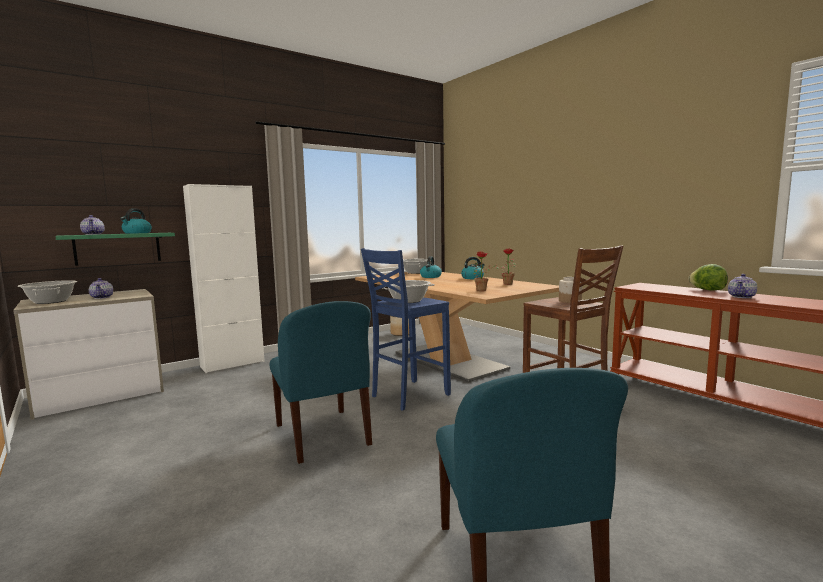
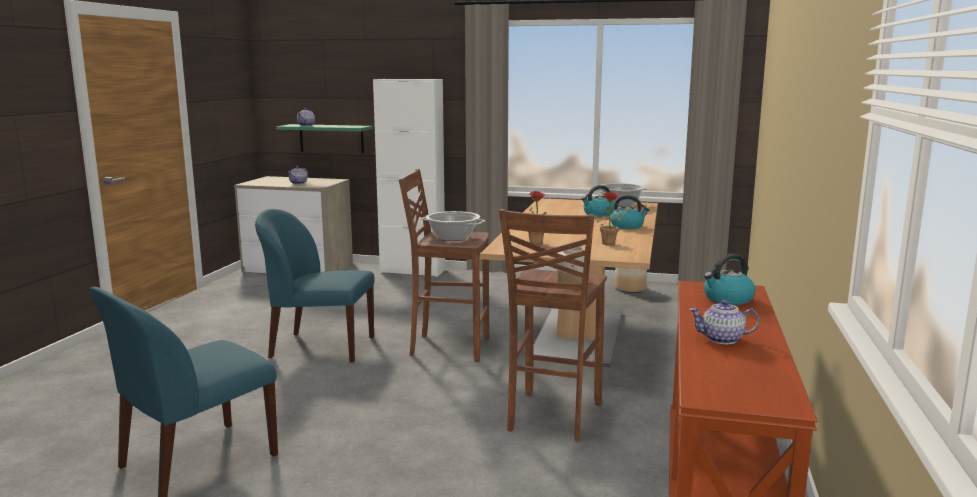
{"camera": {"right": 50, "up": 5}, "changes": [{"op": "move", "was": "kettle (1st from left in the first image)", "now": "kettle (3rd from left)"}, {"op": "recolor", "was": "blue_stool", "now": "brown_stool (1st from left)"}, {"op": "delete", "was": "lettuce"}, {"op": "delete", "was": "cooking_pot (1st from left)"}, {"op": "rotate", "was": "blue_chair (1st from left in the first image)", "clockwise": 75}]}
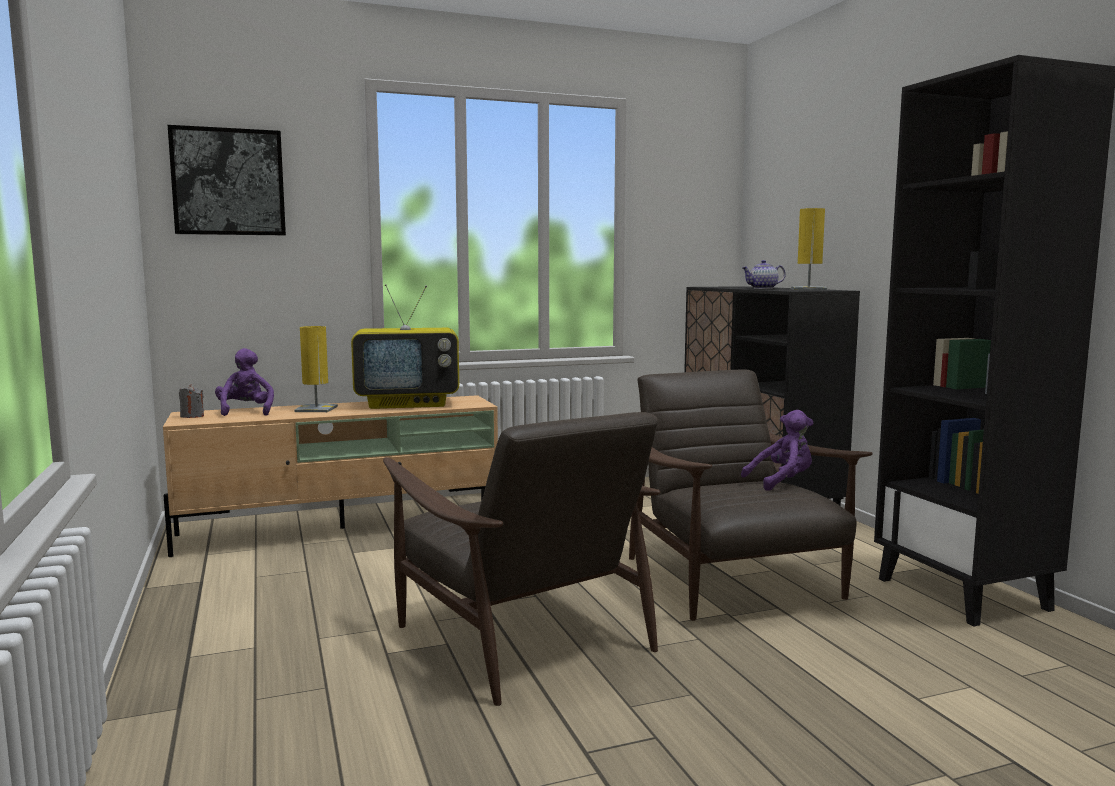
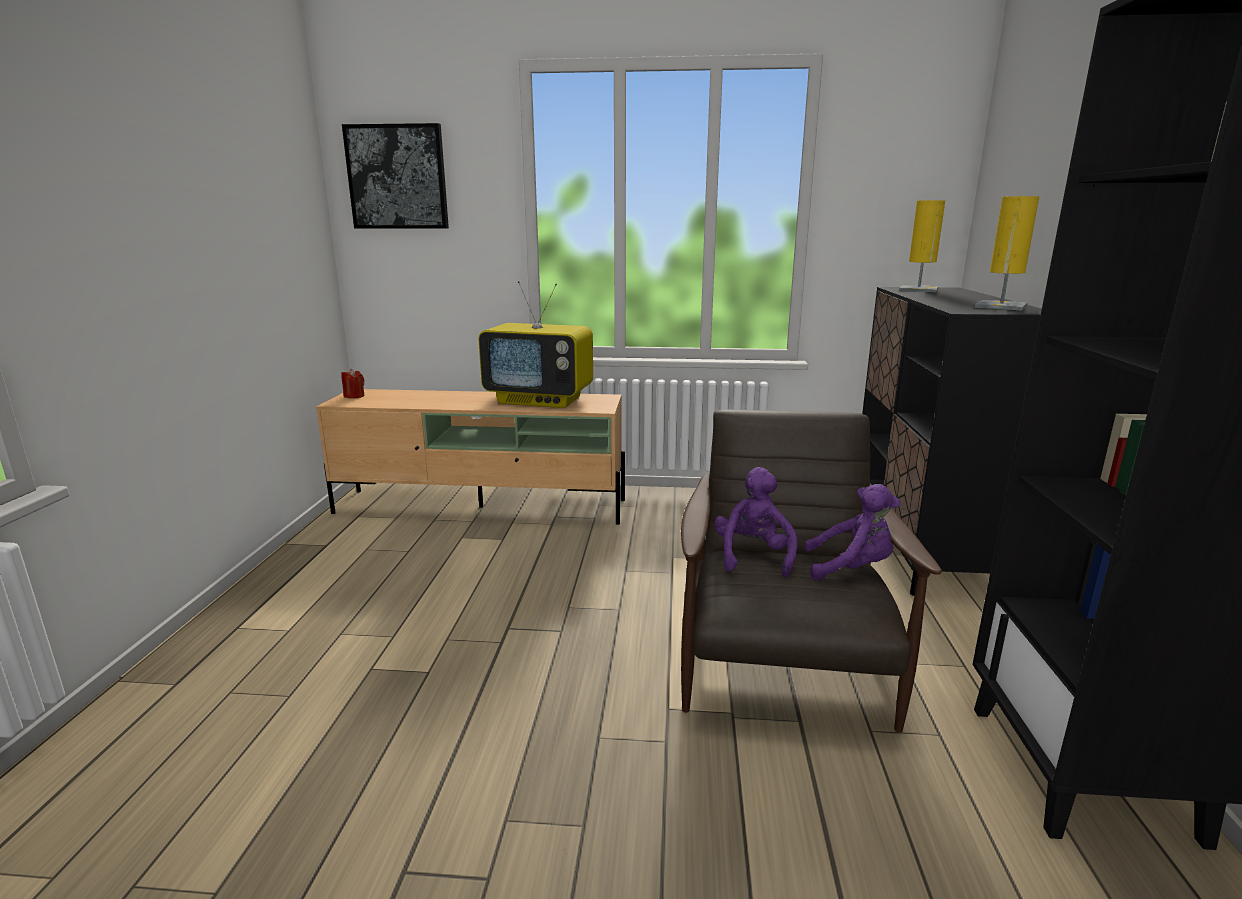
{"camera": {"right": 25, "up": 10}, "changes": [{"op": "delete", "was": "teapot"}, {"op": "move", "was": "yellow_table_lamp (1st from left)"}, {"op": "move", "was": "purple_plush_toy (1st from left)"}, {"op": "recolor", "was": "grey_candle", "now": "red_candle"}, {"op": "delete", "was": "brown_armchair (1st from left)"}]}
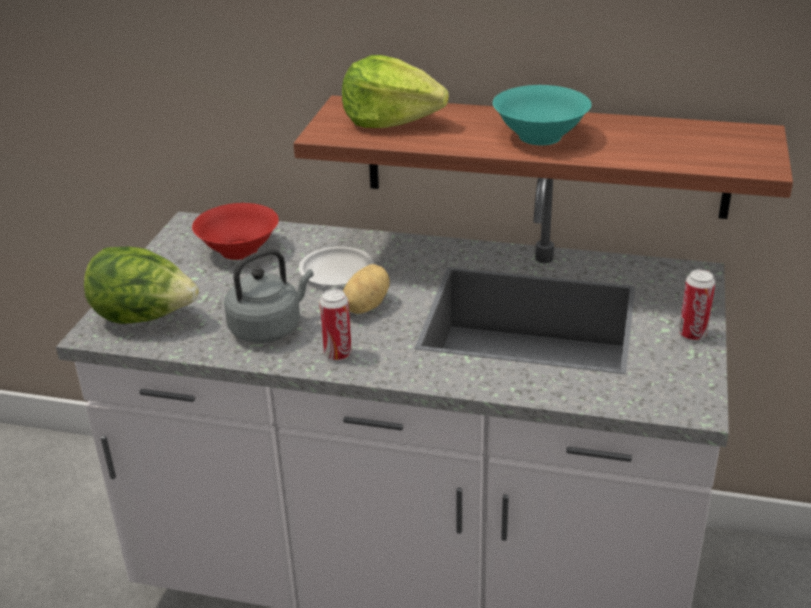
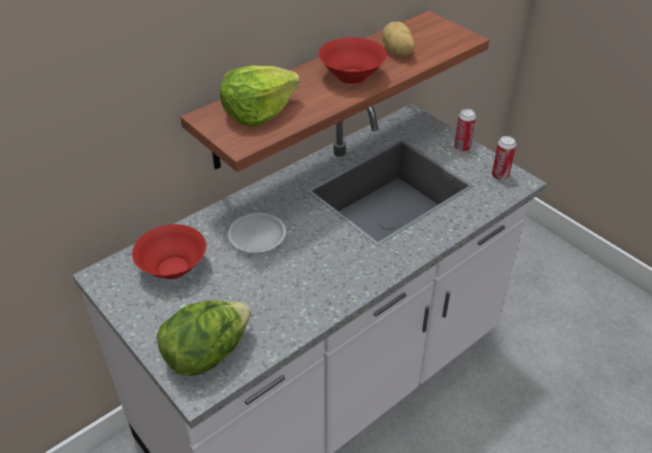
{"camera": {"right": -55, "up": 10}, "changes": [{"op": "recolor", "was": "turquoise_bowl", "now": "red_bowl (2nd from left)"}, {"op": "delete", "was": "grey_kettle"}, {"op": "move", "was": "potato"}, {"op": "move", "was": "can (1st from left in the first image)", "now": "can (2nd from left)"}]}
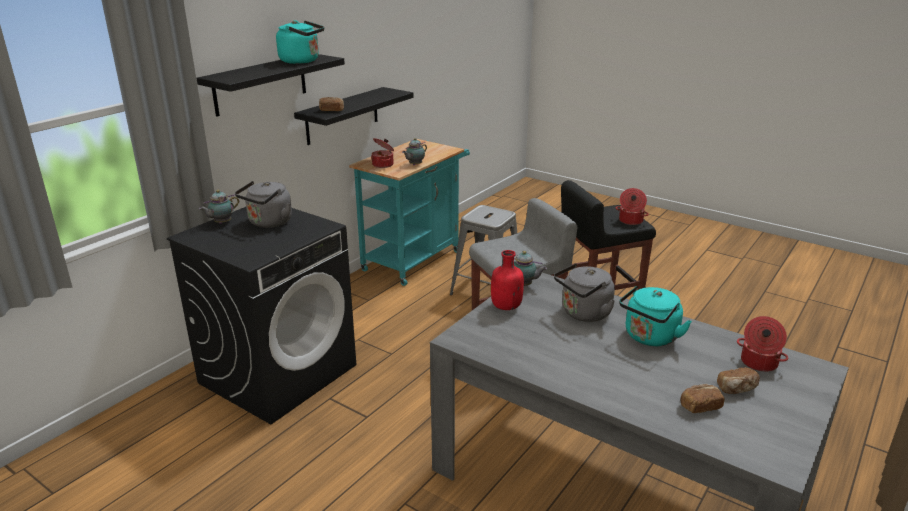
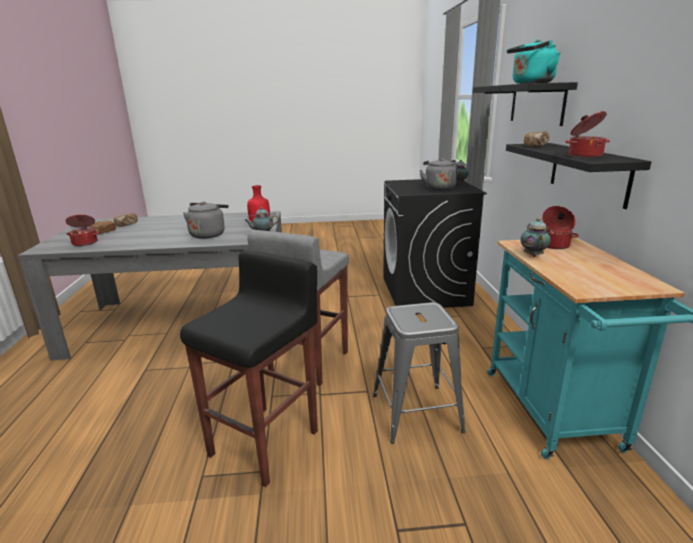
{"camera": {"right": 140, "up": -5}, "changes": [{"op": "move", "was": "cooking_pot (2nd from left in the first image)", "now": "cooking_pot (3rd from left)"}, {"op": "delete", "was": "turquoise_kettle (2nd from left)"}]}
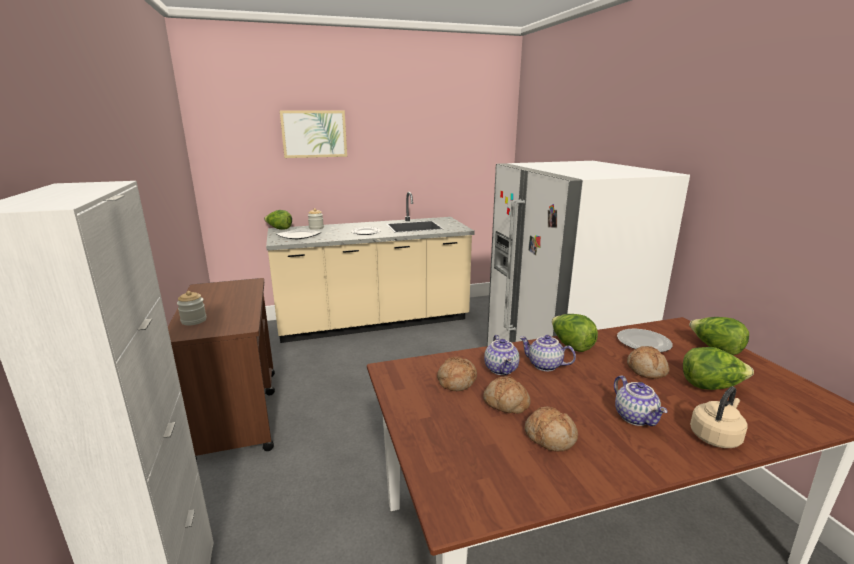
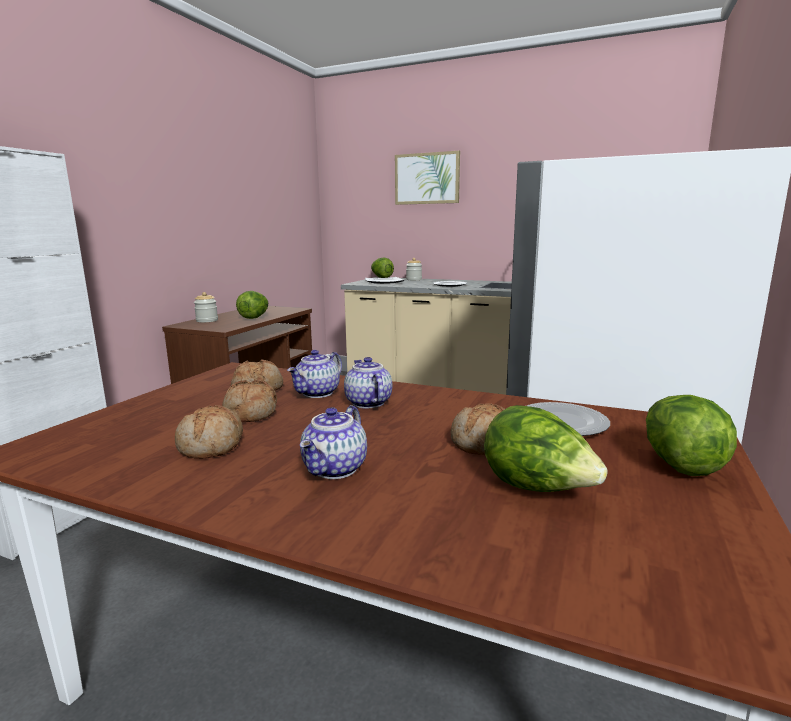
{"camera": {"right": 40, "up": -5}, "changes": [{"op": "move", "was": "lettuce (2nd from left in the first image)", "now": "lettuce (1st from left)"}, {"op": "delete", "was": "beige_kettle"}]}
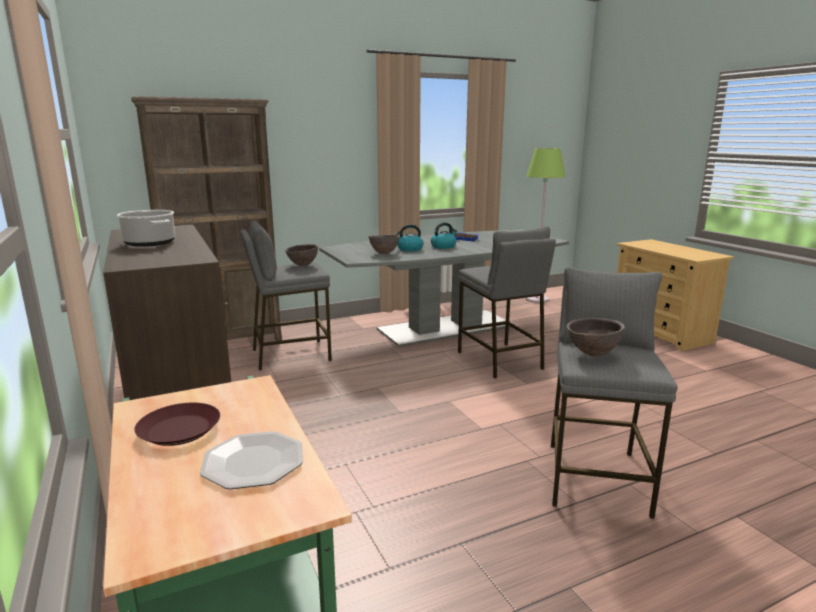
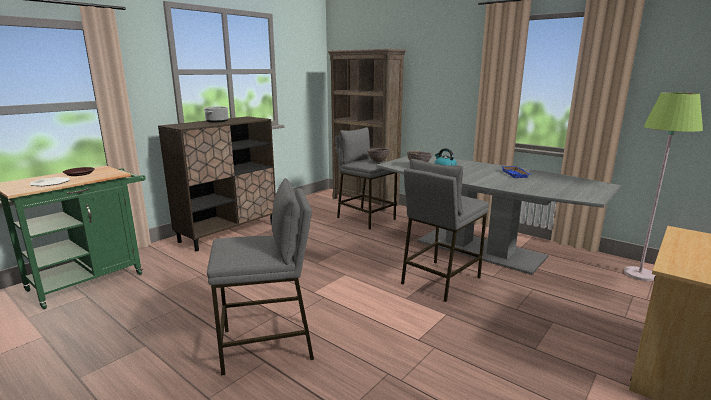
{"camera": {"right": 65, "up": 0}, "changes": [{"op": "delete", "was": "kettle (2nd from left)"}, {"op": "delete", "was": "brown_bowl (3rd from left)"}]}
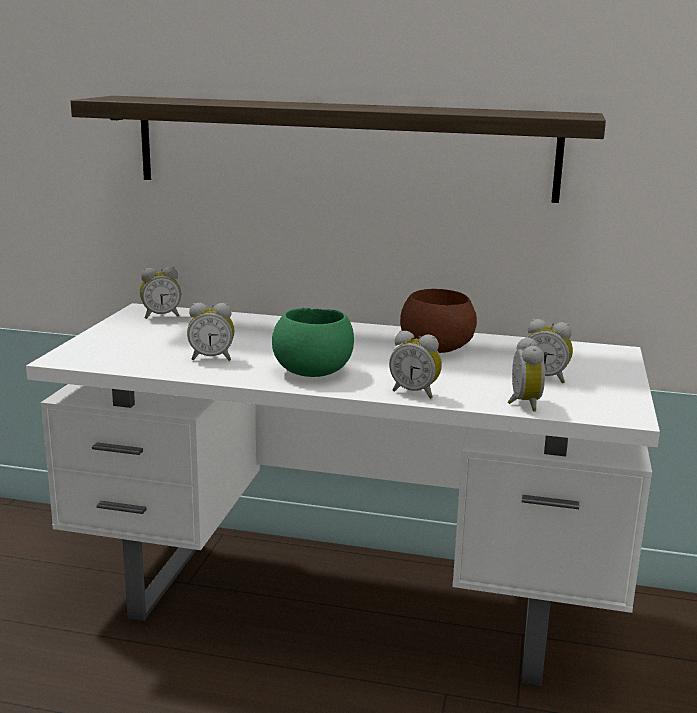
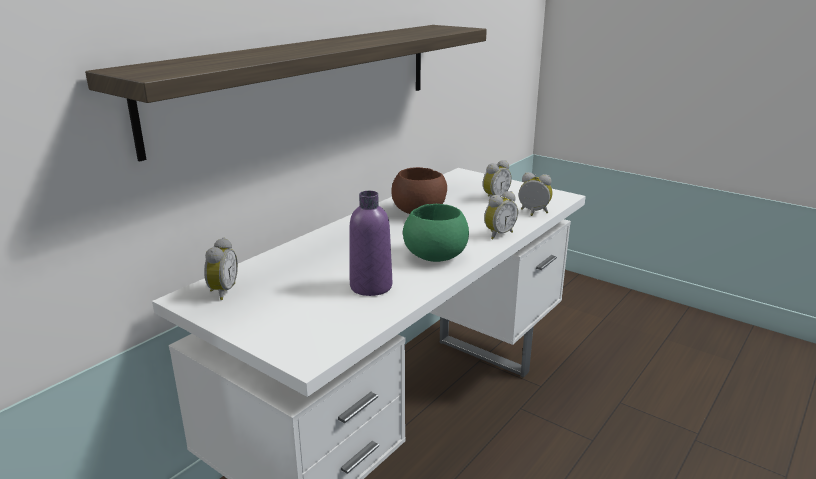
{"camera": {"right": -65, "up": 5}, "changes": [{"op": "replace", "was": "alarm_clock (2nd from left)", "now": "purple_bottle"}]}
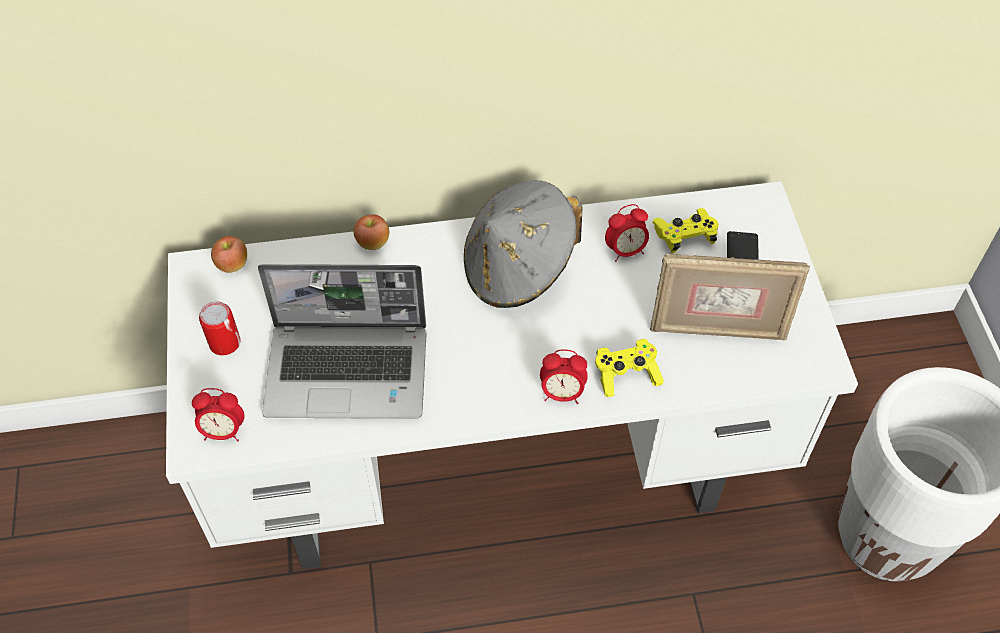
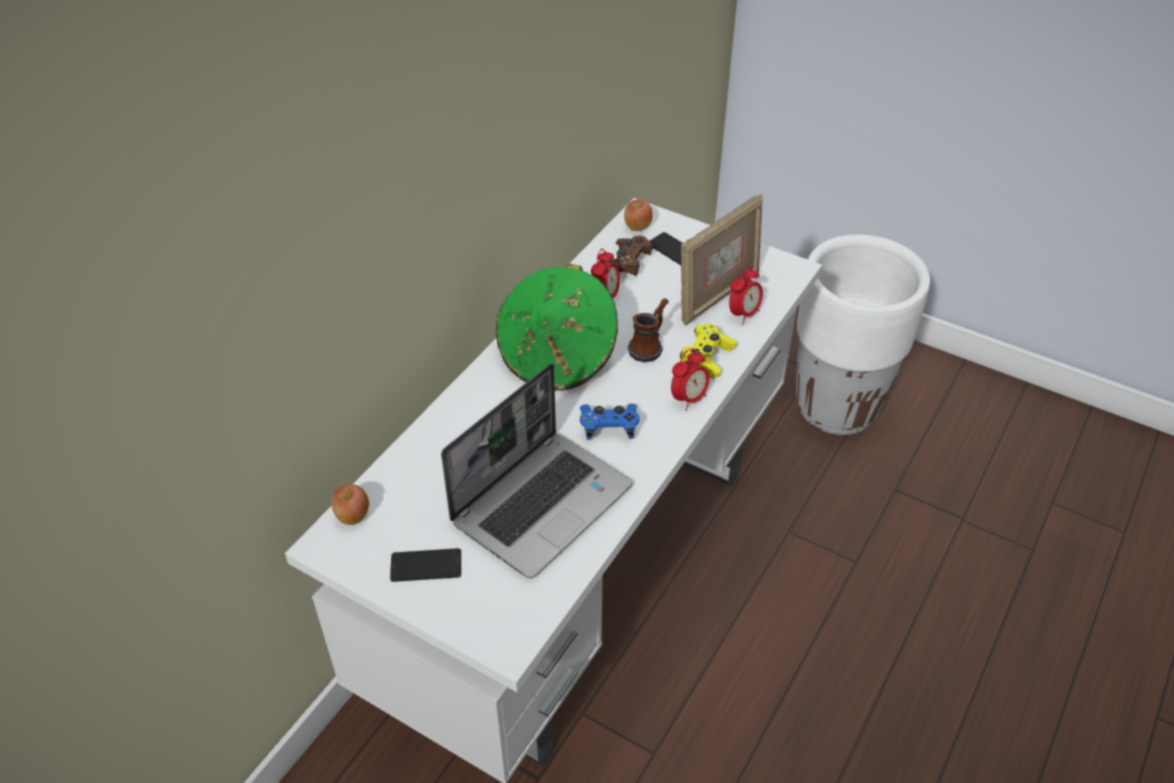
{"camera": {"right": -50, "up": -10}, "changes": [{"op": "recolor", "was": "grey_hat", "now": "green_hat"}, {"op": "recolor", "was": "yellow_game_controller (2nd from left)", "now": "brown_game_controller"}, {"op": "move", "was": "apple (2nd from left)"}, {"op": "replace", "was": "can", "now": "phone (1st from left)"}, {"op": "move", "was": "alarm_clock (1st from left in the first image)", "now": "alarm_clock (3rd from left)"}, {"op": "insert", "now": "mug"}, {"op": "insert", "now": "blue_game_controller"}]}
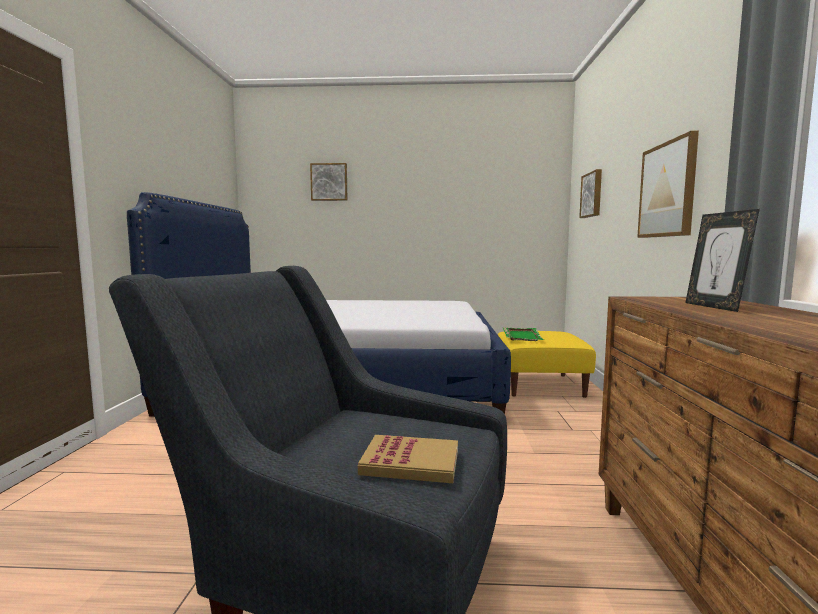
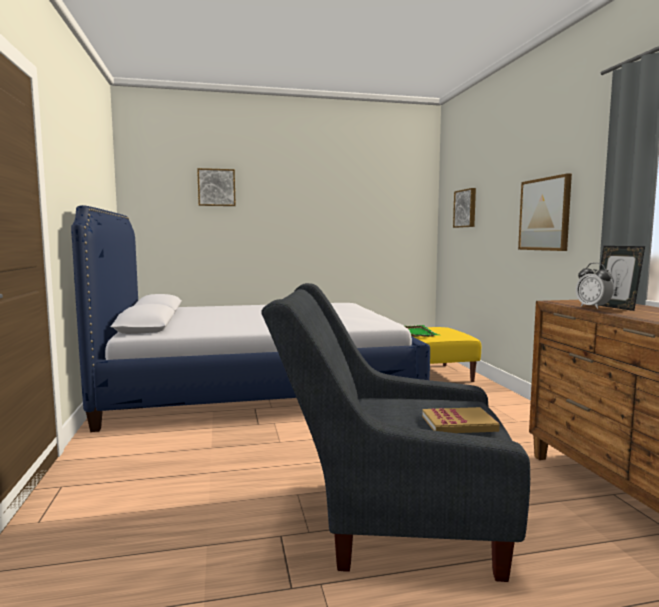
{"camera": {"right": -15, "up": 0}, "changes": [{"op": "insert", "now": "alarm_clock"}]}
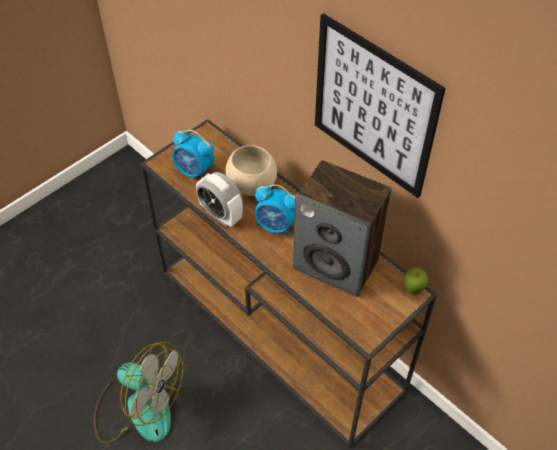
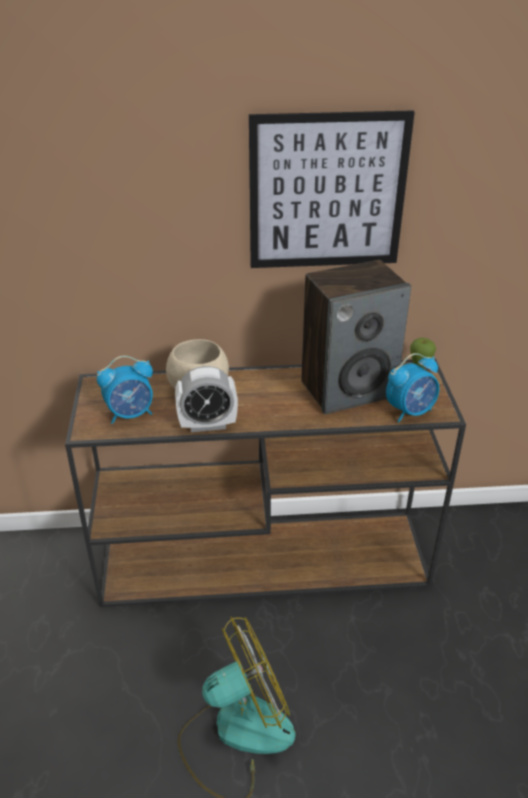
{"camera": {"right": -50, "up": -15}, "changes": [{"op": "move", "was": "alarm_clock (3rd from left)"}]}
